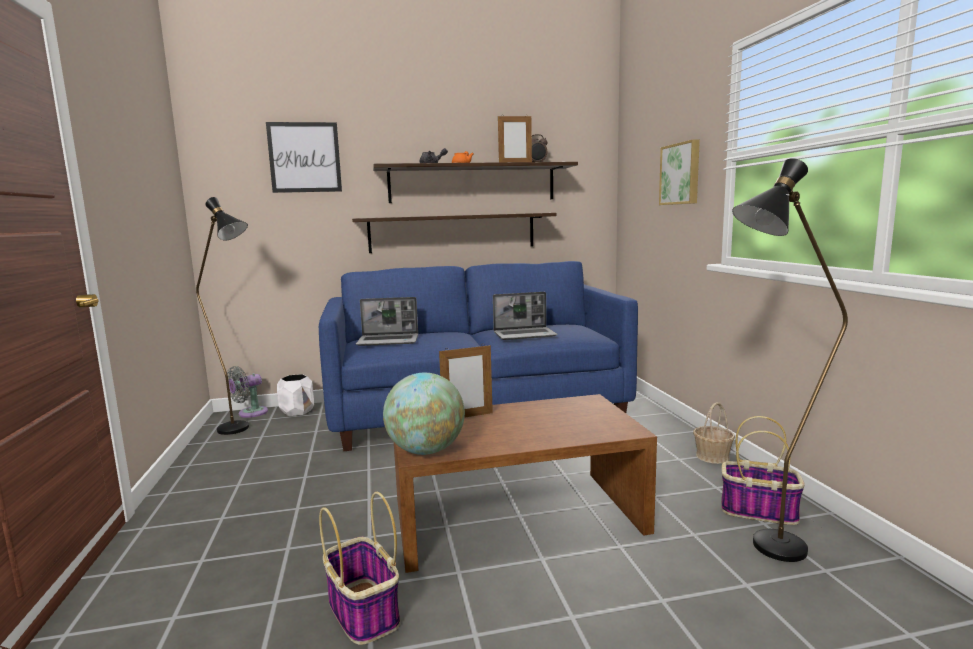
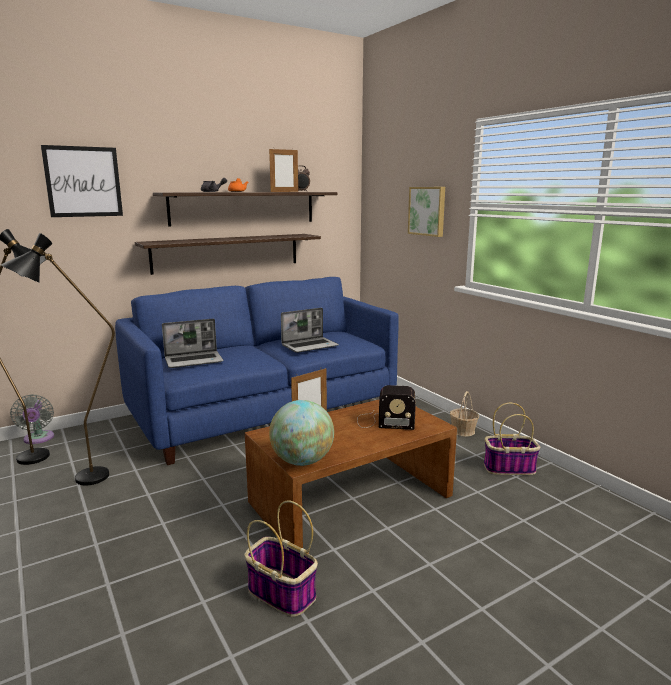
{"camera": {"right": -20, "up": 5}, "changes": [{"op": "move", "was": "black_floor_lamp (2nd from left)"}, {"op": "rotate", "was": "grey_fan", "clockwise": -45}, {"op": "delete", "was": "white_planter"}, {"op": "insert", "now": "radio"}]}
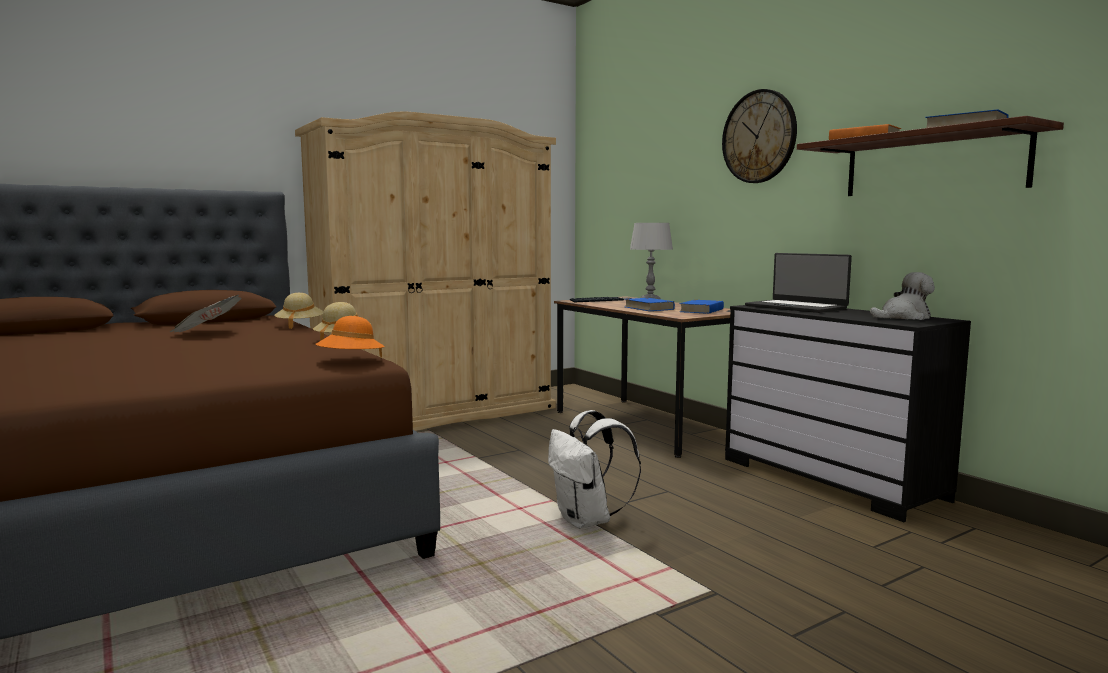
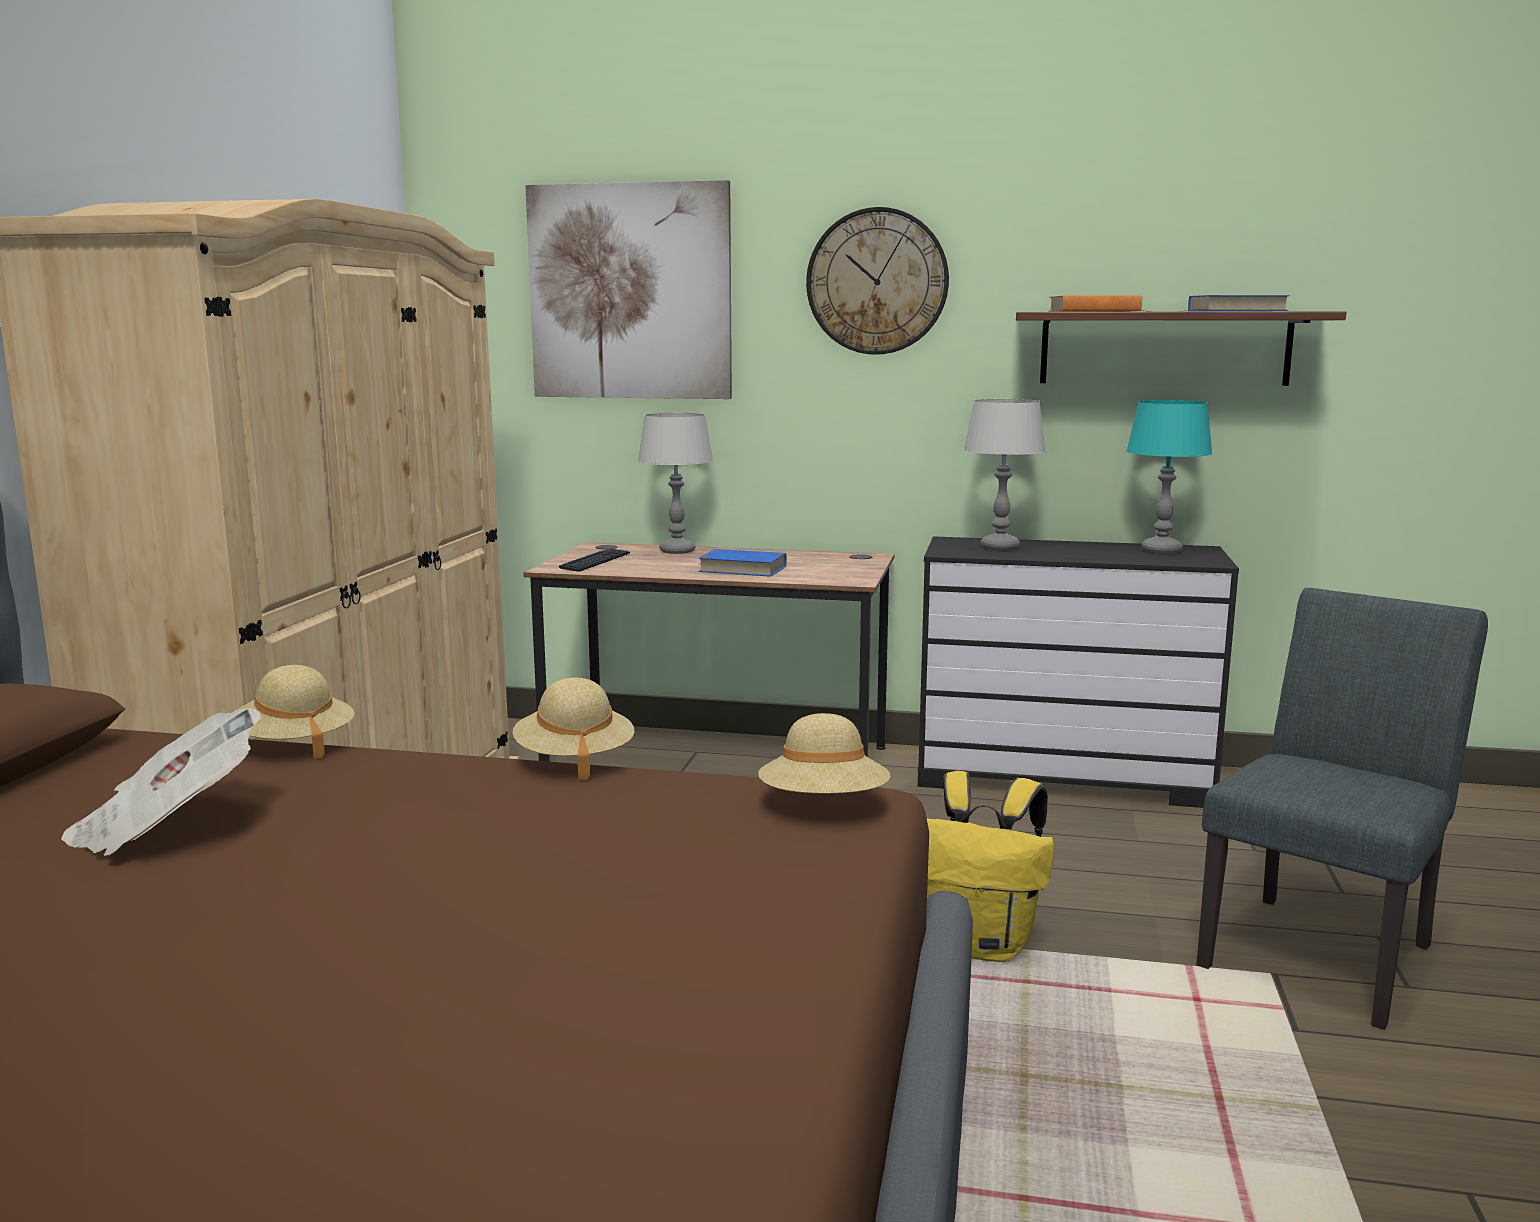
{"camera": {"right": -45, "up": 5}, "changes": [{"op": "replace", "was": "laptop", "now": "grey_table_lamp (2nd from left)"}, {"op": "replace", "was": "plush_toy", "now": "turquoise_table_lamp"}, {"op": "delete", "was": "blue_book (2nd from left)"}, {"op": "recolor", "was": "orange_hat", "now": "beige_hat (3rd from left)"}, {"op": "recolor", "was": "white_backpack", "now": "yellow_backpack"}, {"op": "insert", "now": "picture"}, {"op": "insert", "now": "grey_chair"}]}
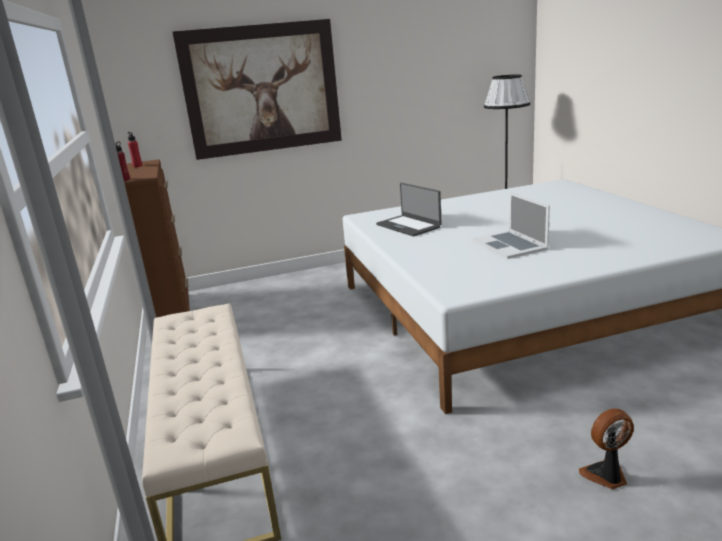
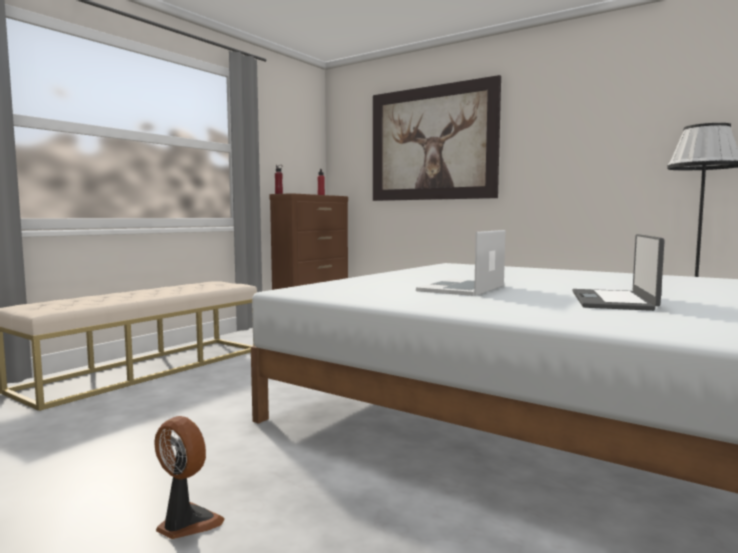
{"camera": {"right": 50, "up": -15}, "changes": [{"op": "move", "was": "laptop (1st from left in the first image)", "now": "laptop (2nd from left)"}]}
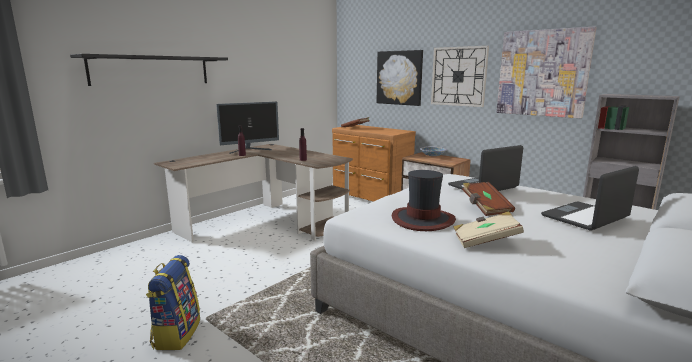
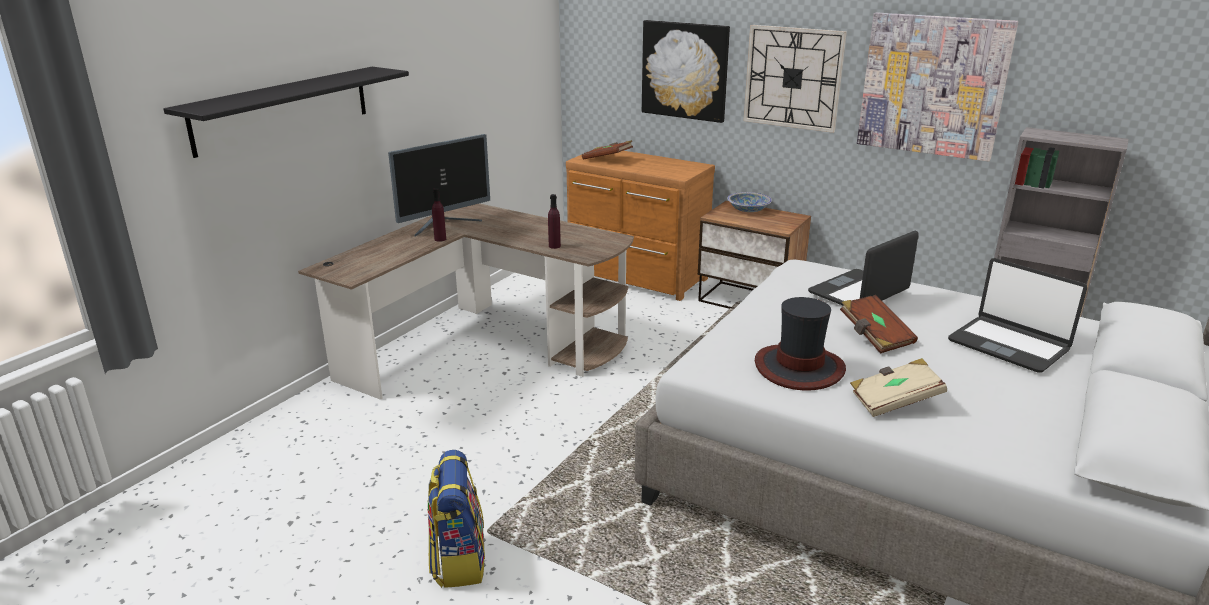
{"camera": {"right": -10, "up": 10}, "changes": [{"op": "rotate", "was": "laptop (2nd from left)", "clockwise": -90}]}
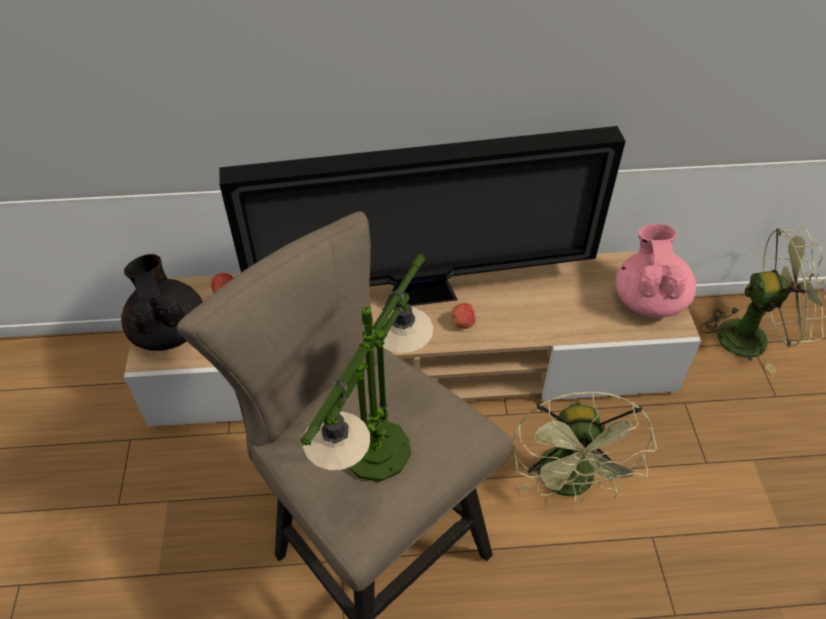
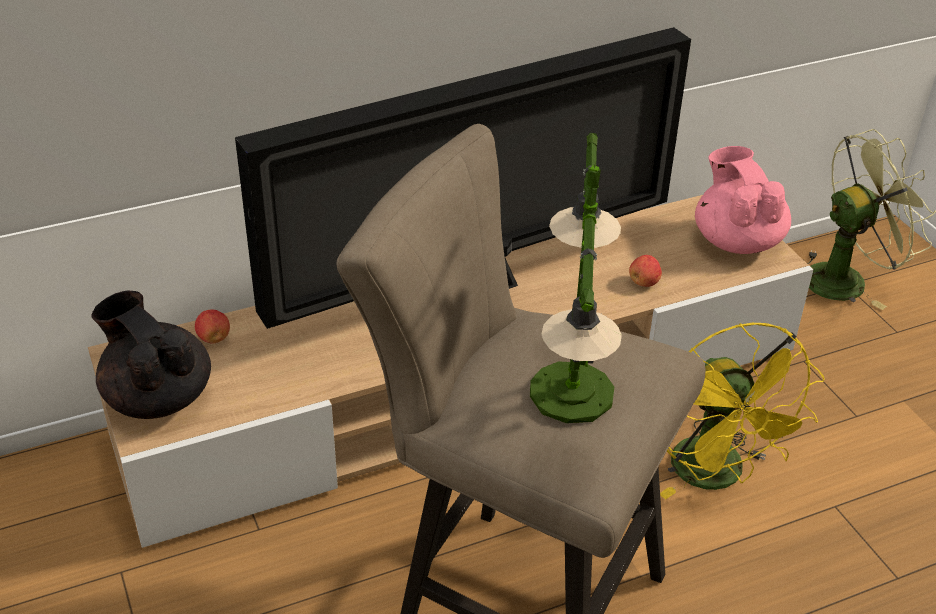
{"camera": {"right": -20, "up": -10}, "changes": [{"op": "move", "was": "apple (2nd from left)"}, {"op": "recolor", "was": "green_fan (1st from left)", "now": "yellow_fan"}]}
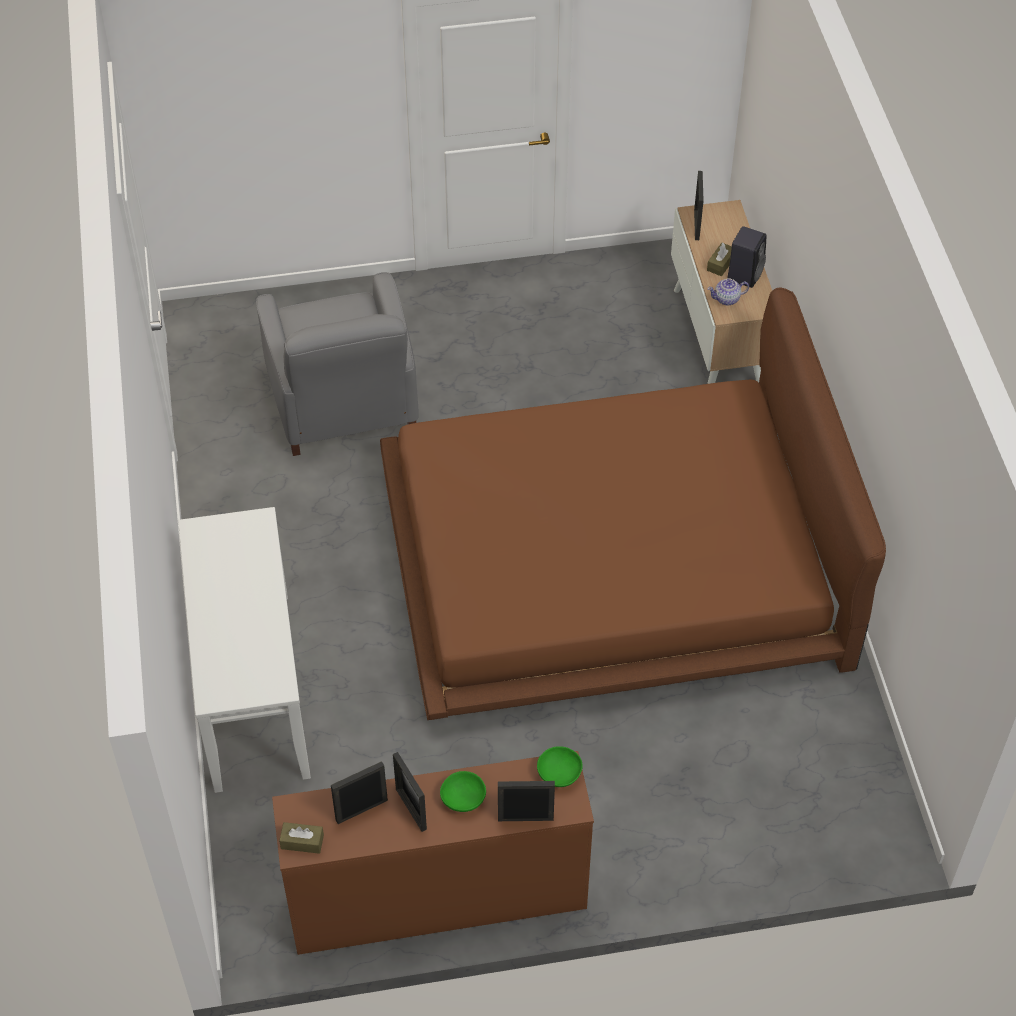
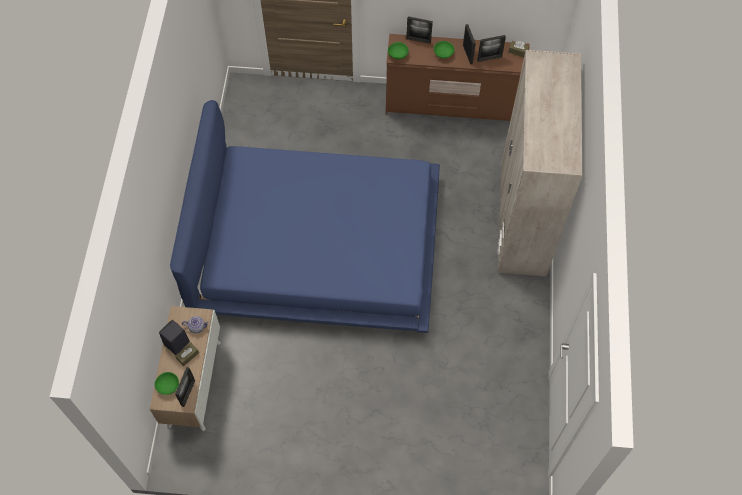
{"camera": {"right": -165, "up": 10}, "changes": [{"op": "delete", "was": "grey_armchair"}, {"op": "recolor", "was": "brown_bed", "now": "blue_bed"}, {"op": "replace", "was": "white_console_table", "now": "beige_wardrobe"}, {"op": "insert", "now": "green_bowl (1st from left)"}]}
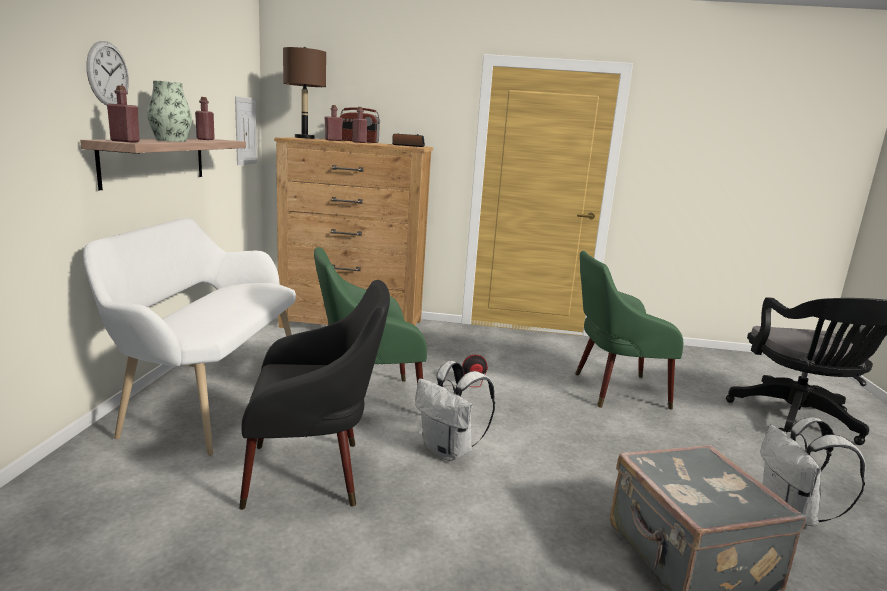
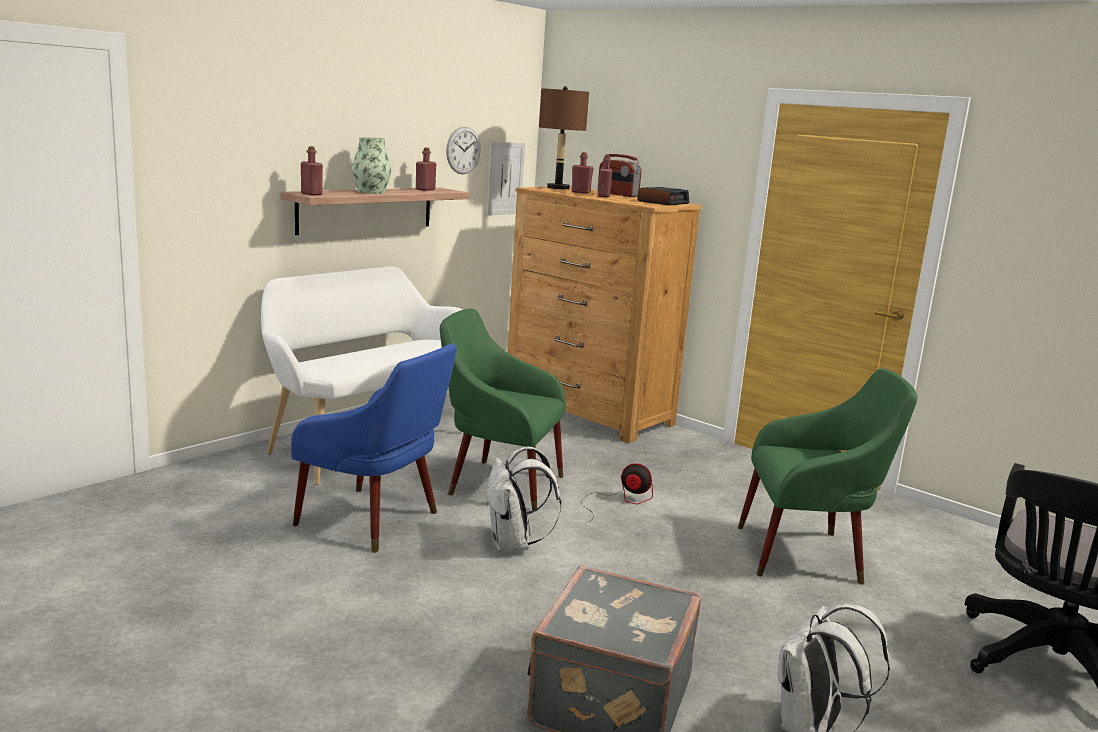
{"camera": {"right": 35, "up": 0}, "changes": [{"op": "move", "was": "wall_clock"}, {"op": "rotate", "was": "green_armchair (2nd from left)", "clockwise": 150}, {"op": "recolor", "was": "black_armchair", "now": "blue_armchair"}]}
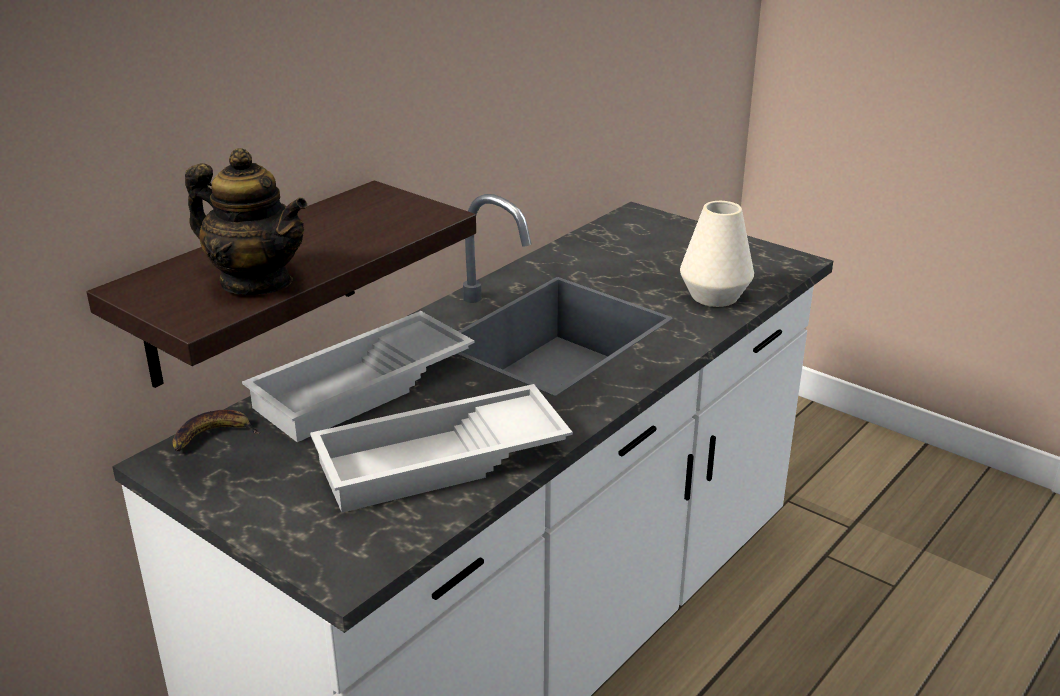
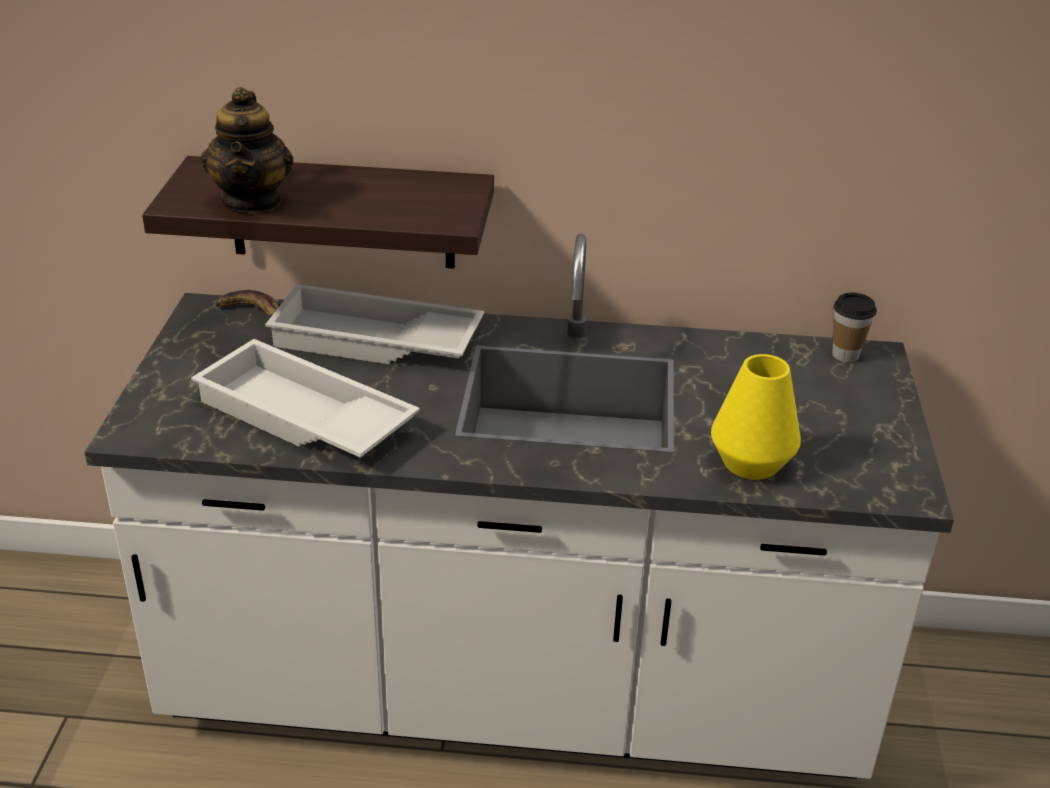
{"camera": {"right": 55, "up": 5}, "changes": [{"op": "recolor", "was": "white_vase", "now": "yellow_vase"}, {"op": "insert", "now": "cup"}]}
